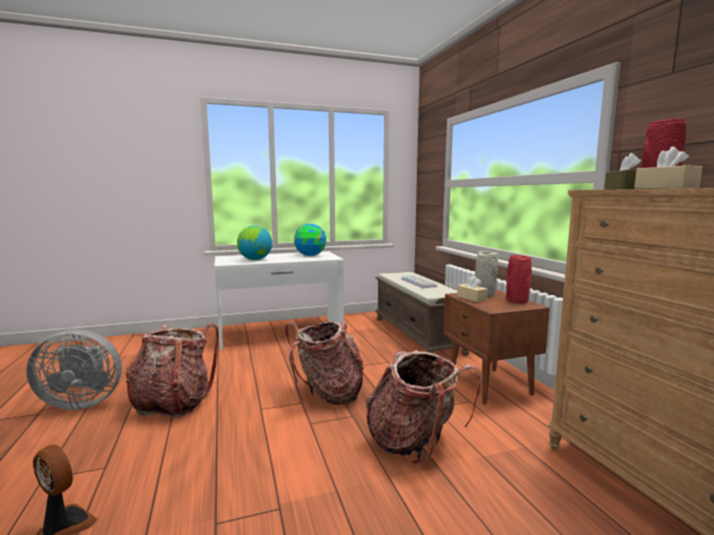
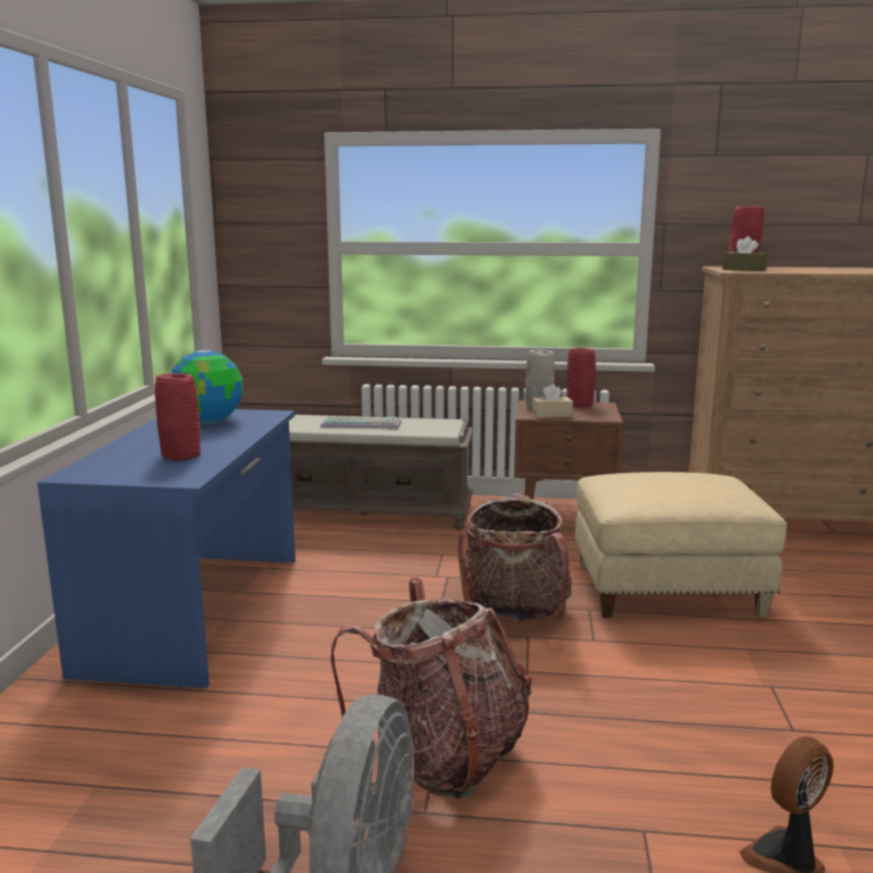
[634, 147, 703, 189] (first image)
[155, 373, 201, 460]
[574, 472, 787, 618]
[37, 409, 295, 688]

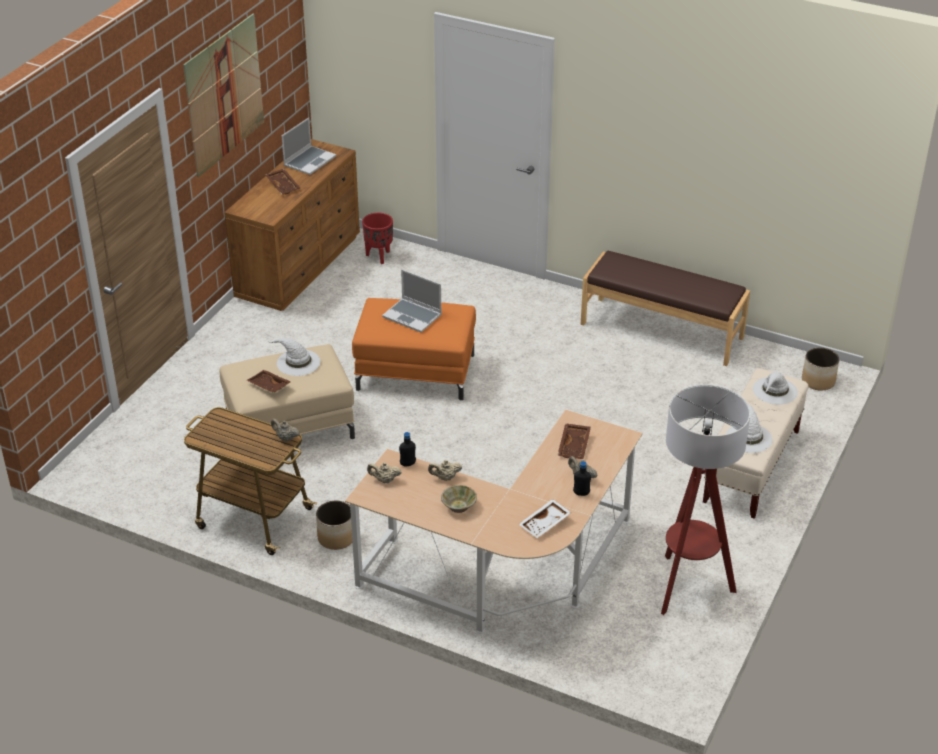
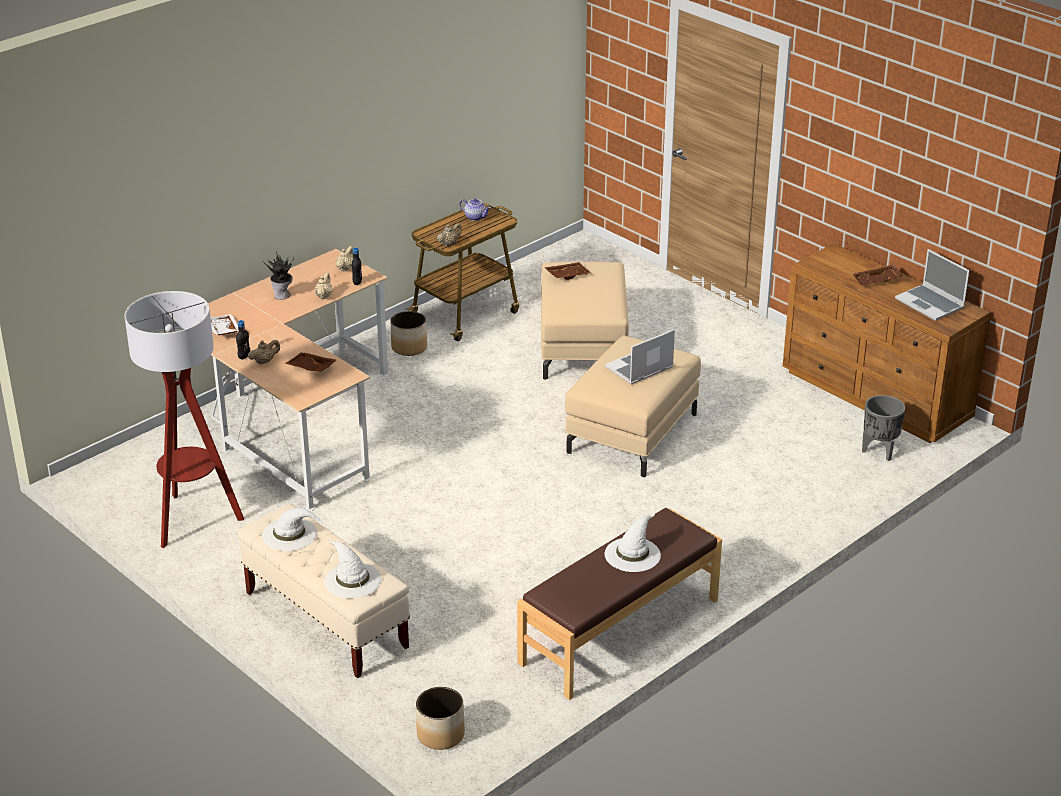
[183, 14, 264, 177] (first image)
[459, 199, 491, 221]
[605, 514, 661, 572]
[263, 251, 294, 300]
[564, 335, 701, 477]
[862, 395, 905, 461]

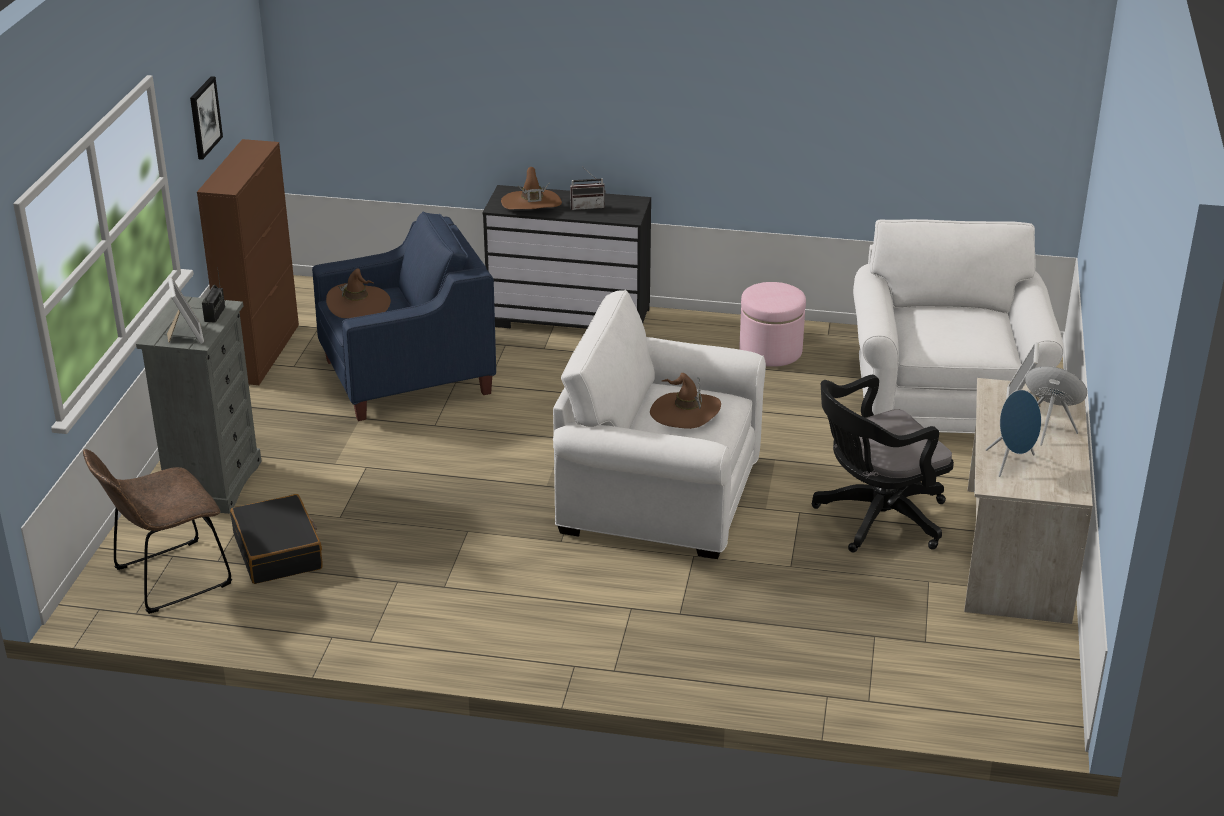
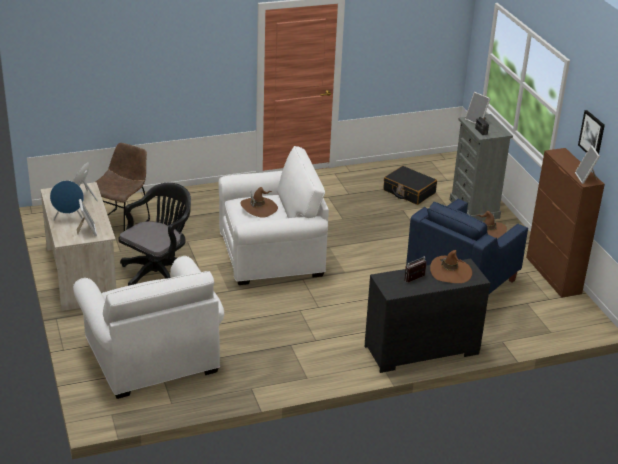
[739, 282, 806, 367] (first image)
[575, 145, 600, 184]
[95, 143, 150, 231]

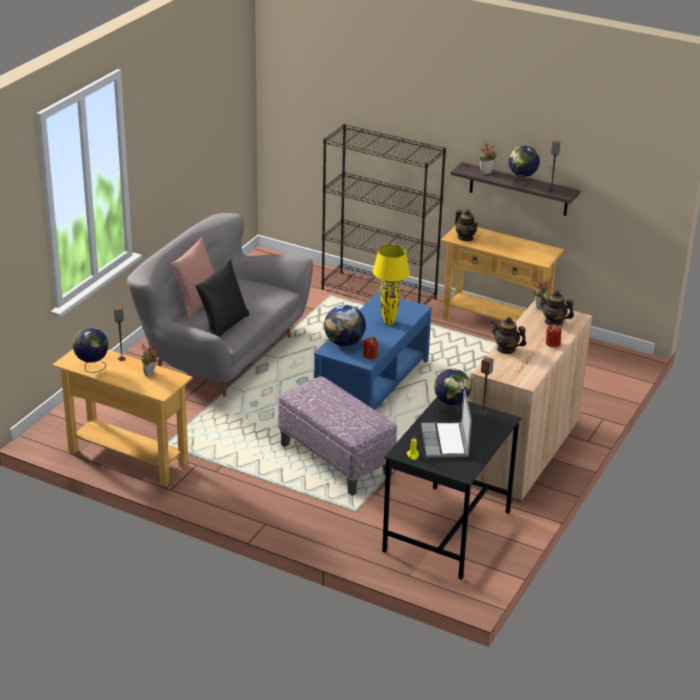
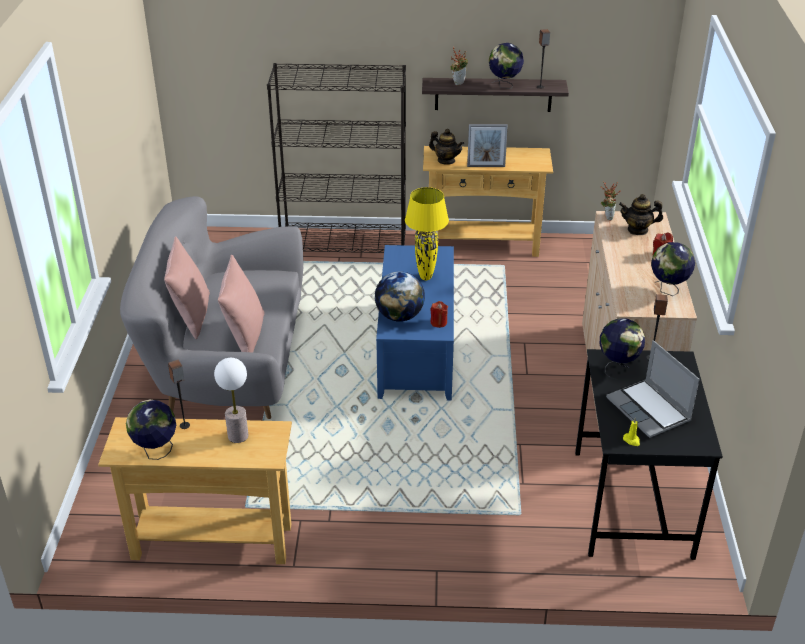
[278, 376, 397, 496] (first image)
[490, 317, 526, 354] (first image)
[467, 124, 508, 167]
[651, 242, 695, 296]
[214, 358, 248, 443]
[218, 255, 265, 353]

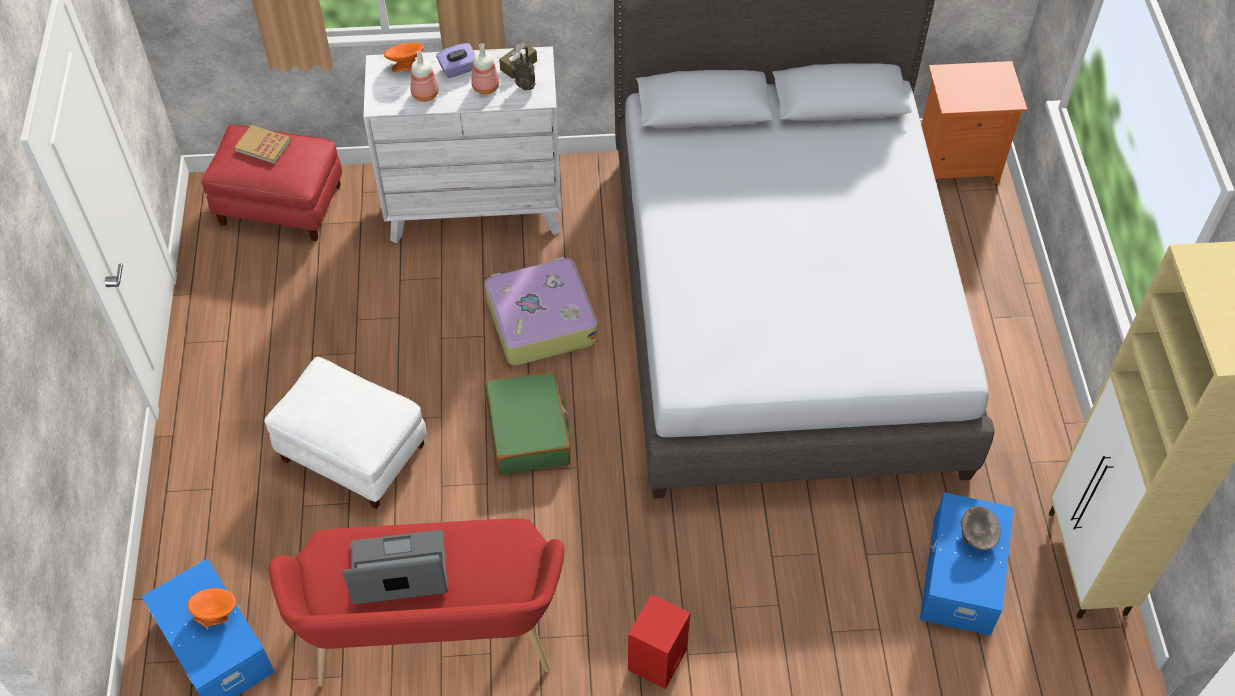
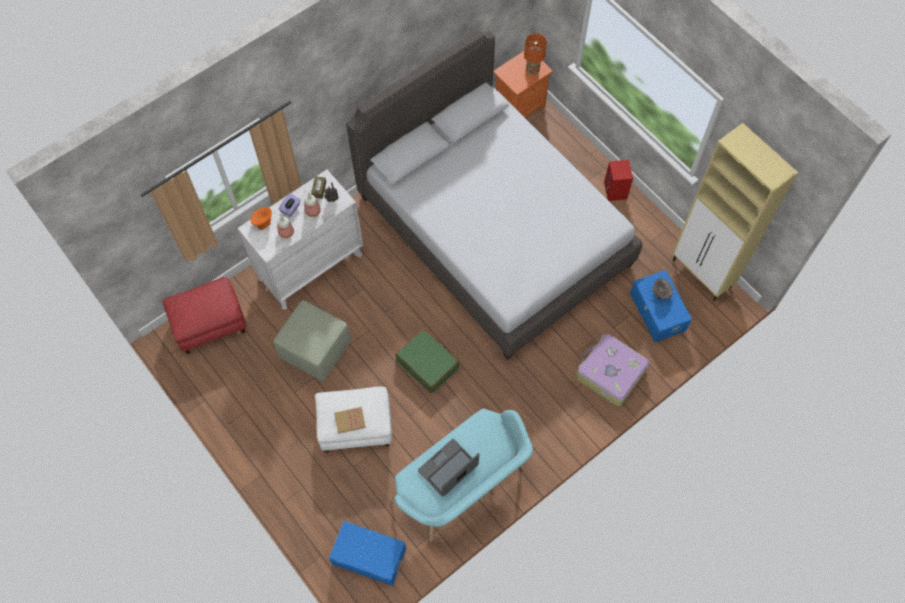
[188, 588, 236, 628] (first image)
[273, 300, 351, 382]
[524, 33, 547, 75]
[334, 407, 366, 434]
[577, 334, 650, 406]
[604, 159, 633, 201]
[391, 408, 533, 541]

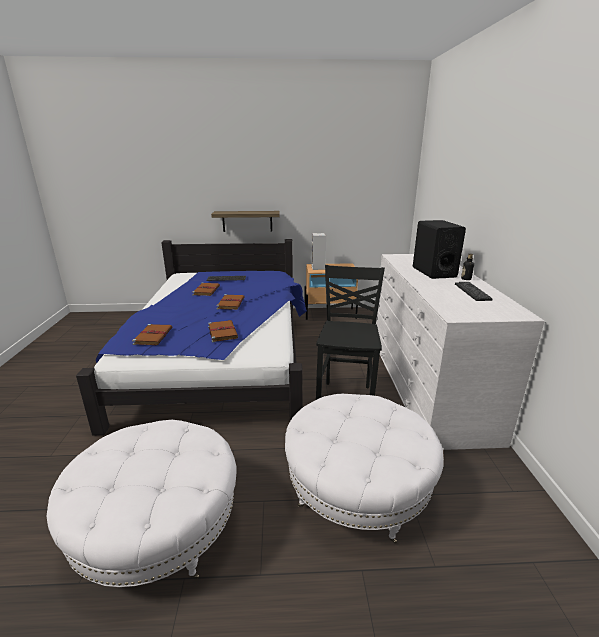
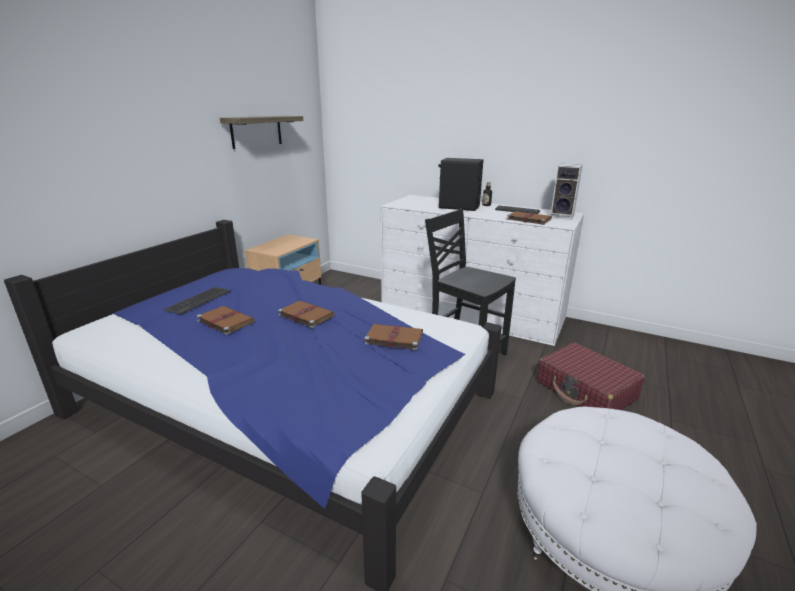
[507, 211, 552, 225]
[220, 116, 303, 149]
[550, 164, 583, 220]
[537, 342, 645, 410]

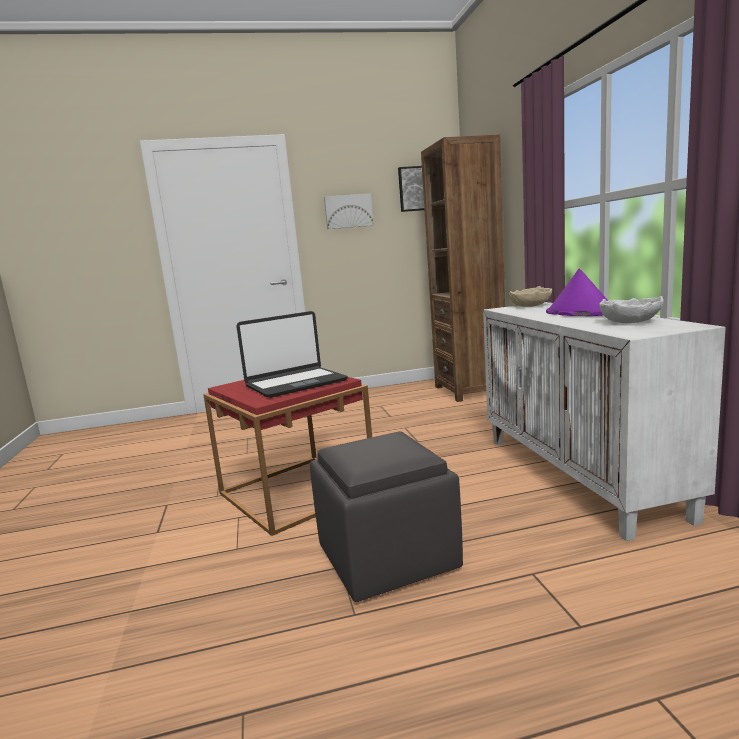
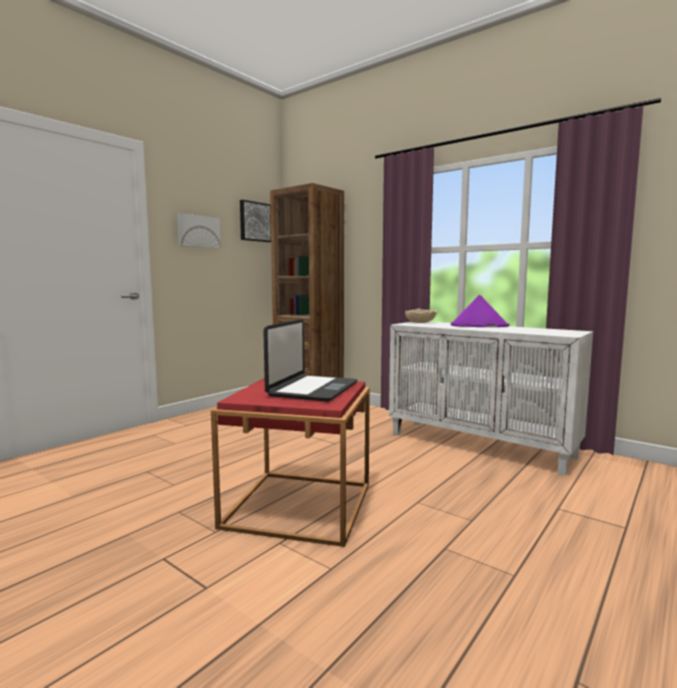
[310, 431, 463, 602] (first image)
[599, 296, 664, 323] (first image)

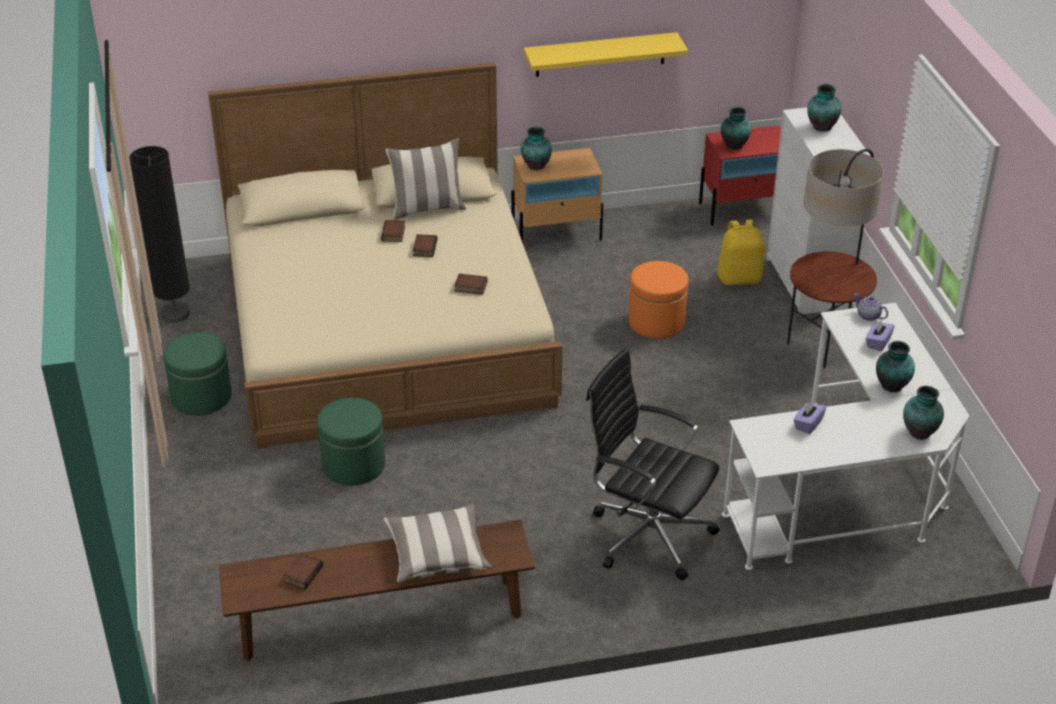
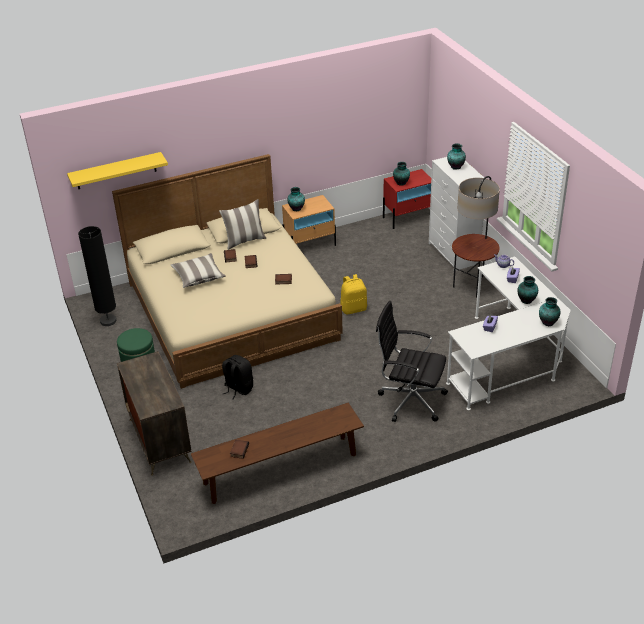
[629, 261, 689, 339] (first image)
[117, 351, 192, 476]
[171, 253, 226, 288]
[67, 152, 168, 189]
[340, 274, 367, 315]
[222, 355, 253, 400]

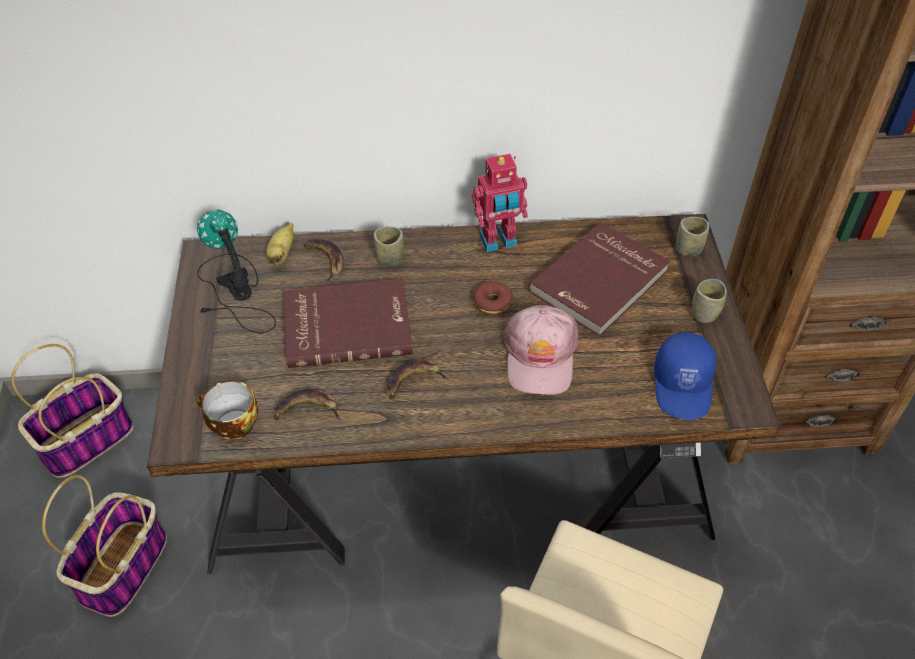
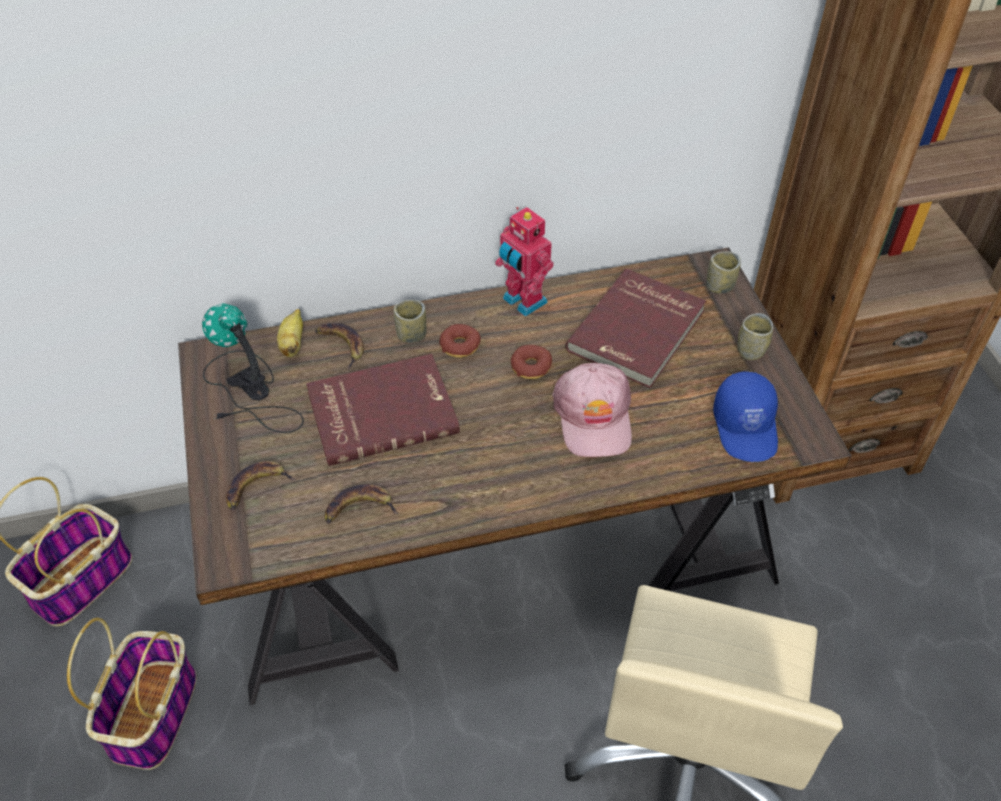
[196, 380, 258, 440] (first image)
[440, 324, 481, 358]
[226, 461, 296, 510]
[495, 207, 554, 317]

